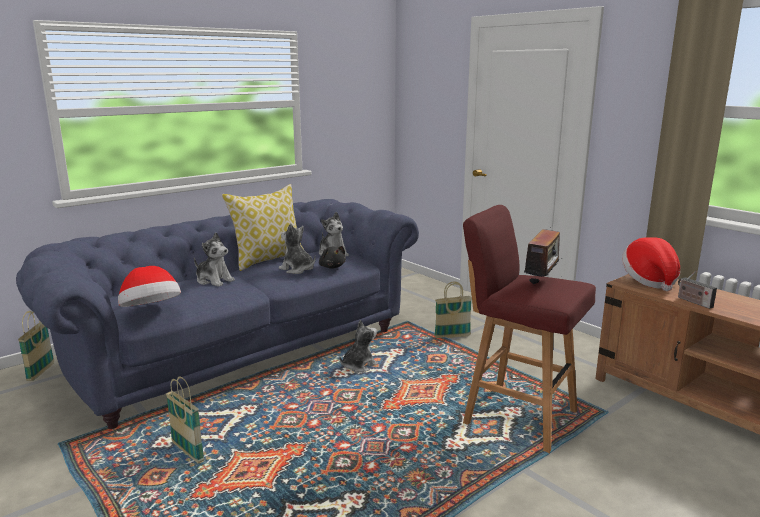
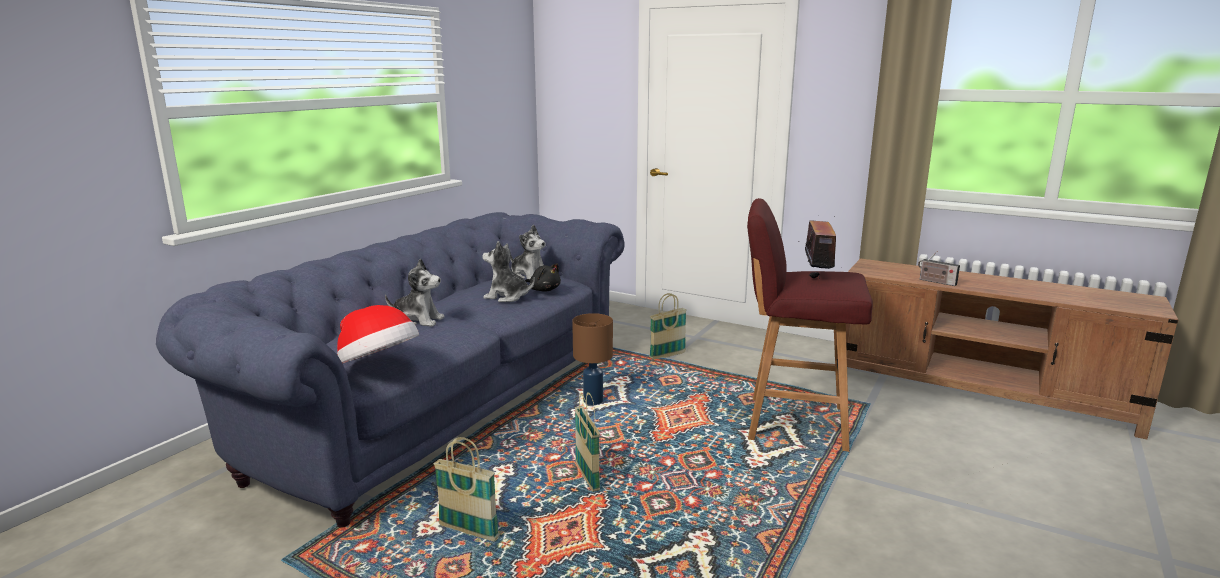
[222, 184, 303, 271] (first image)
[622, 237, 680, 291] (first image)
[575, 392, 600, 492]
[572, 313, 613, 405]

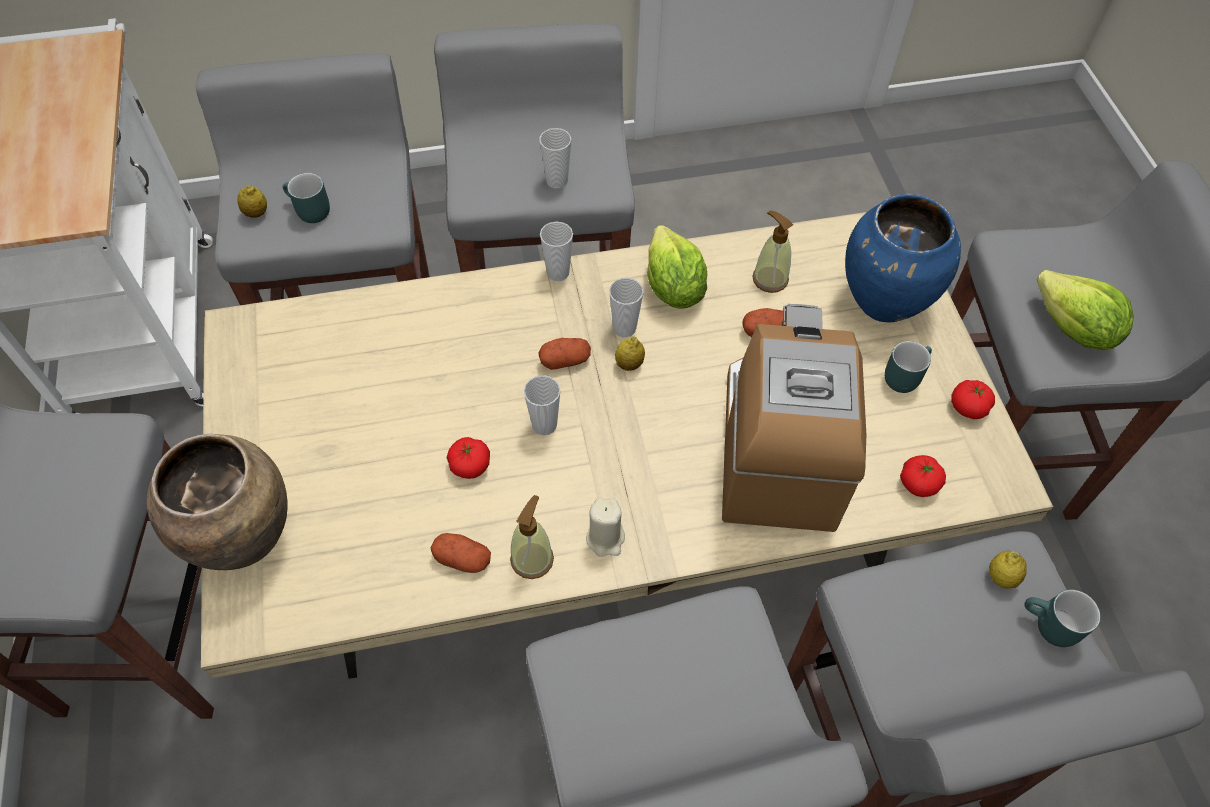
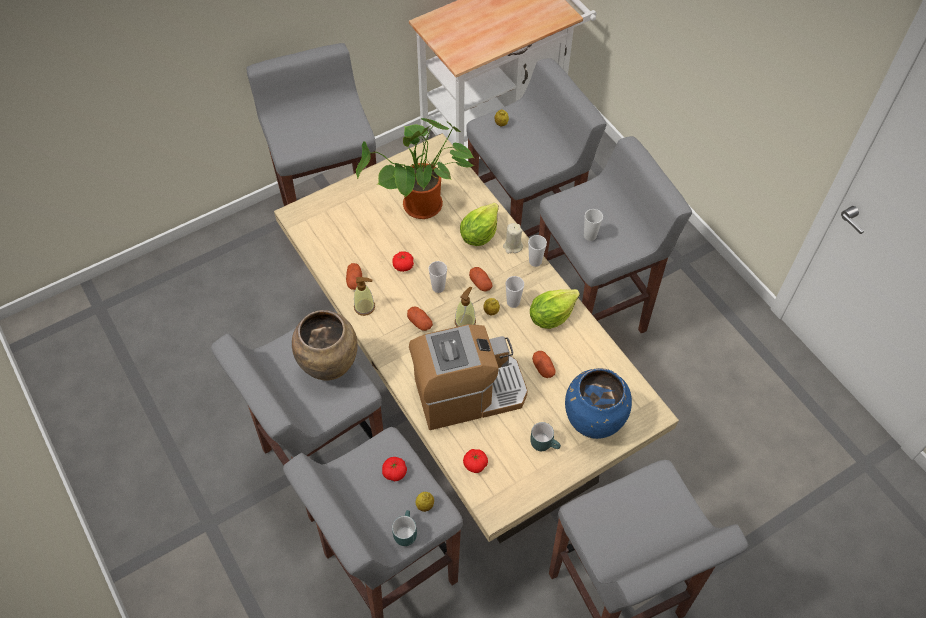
[283, 173, 330, 223] (first image)
[356, 118, 474, 219]
[407, 306, 433, 331]
[292, 310, 358, 381]
[503, 223, 523, 254]
[455, 287, 476, 327]
[382, 457, 407, 481]
[460, 203, 499, 246]

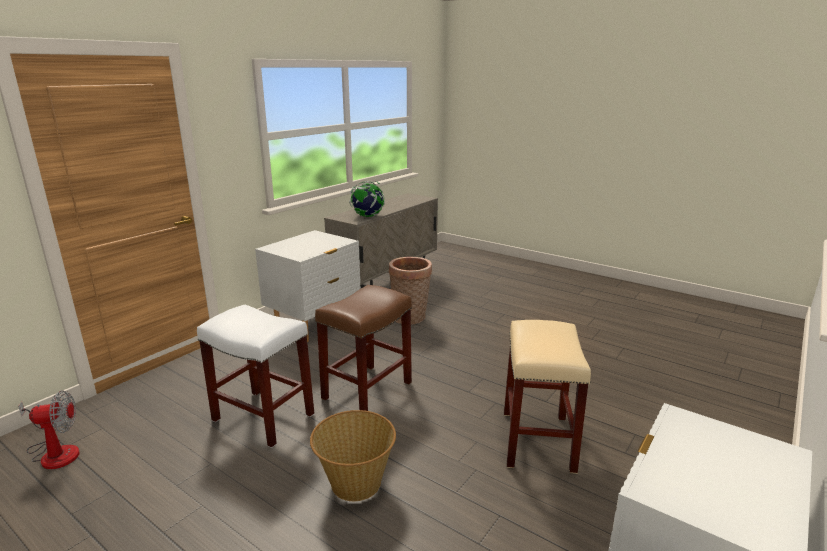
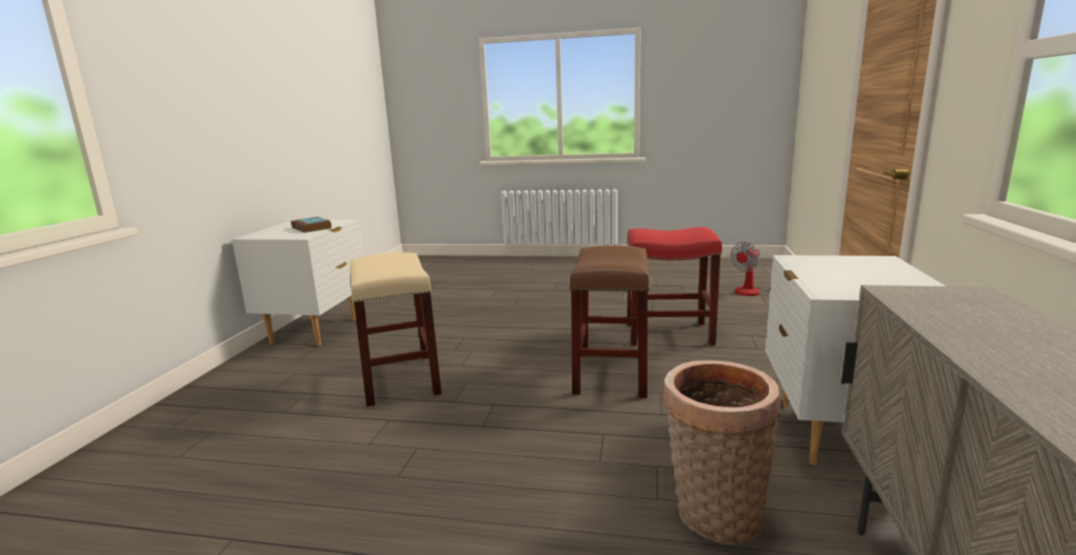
[310, 410, 396, 501] (first image)
[349, 181, 385, 217] (first image)
[291, 217, 331, 233]
[627, 227, 722, 346]

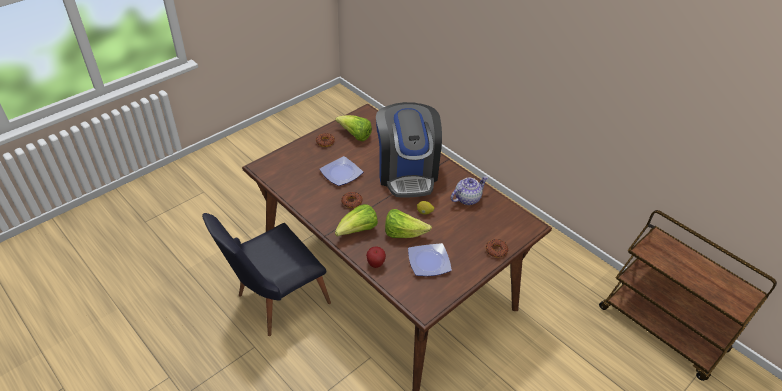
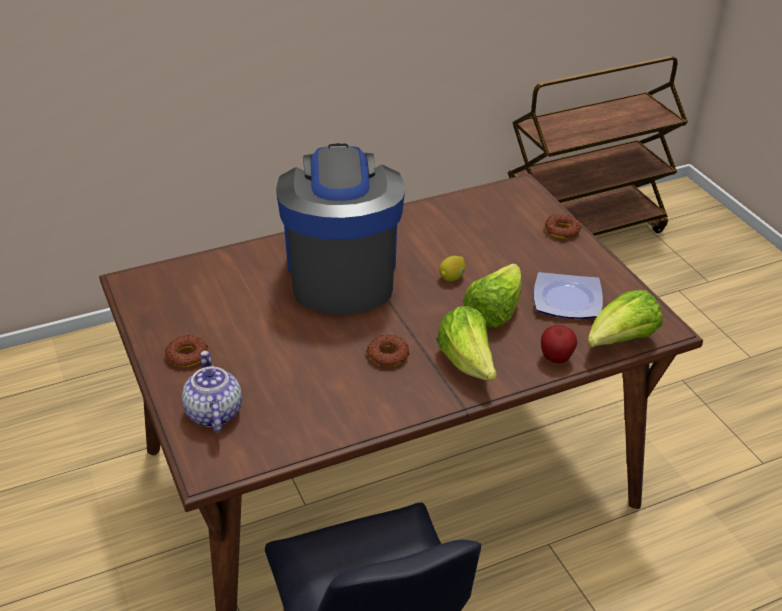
[319, 156, 363, 186] (first image)
[588, 290, 662, 347]
[182, 351, 242, 433]
[276, 143, 405, 315]

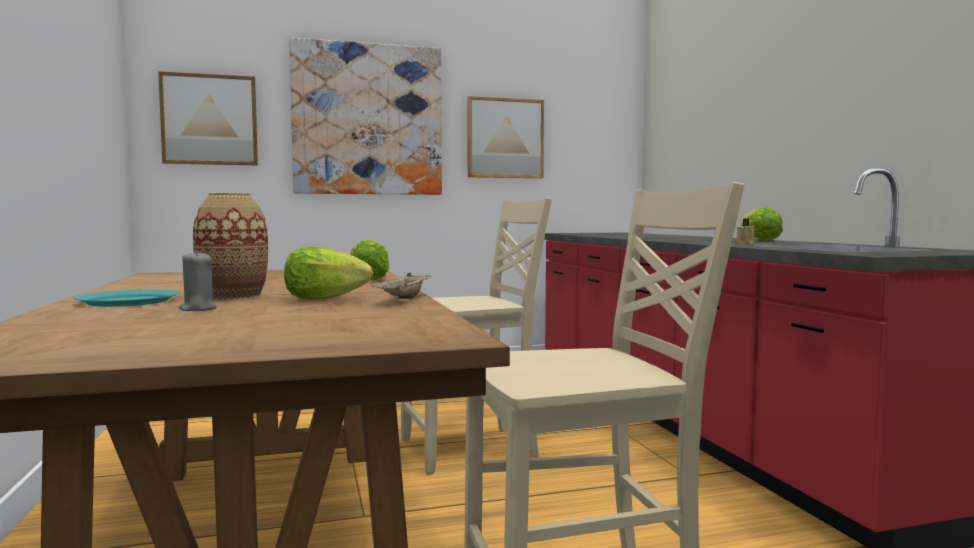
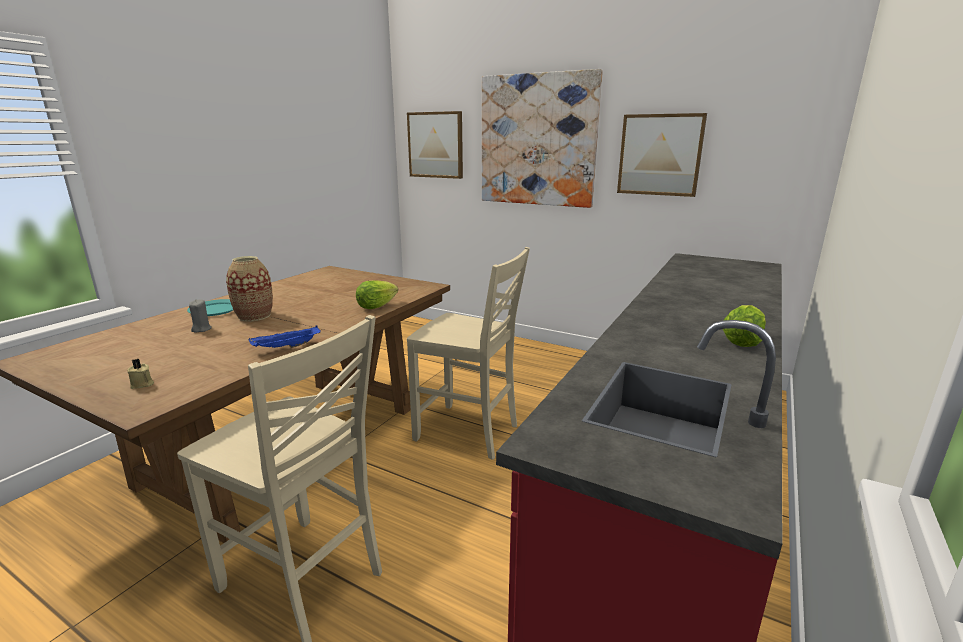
[284, 247, 373, 300] (first image)
[127, 359, 154, 389]
[249, 325, 321, 348]

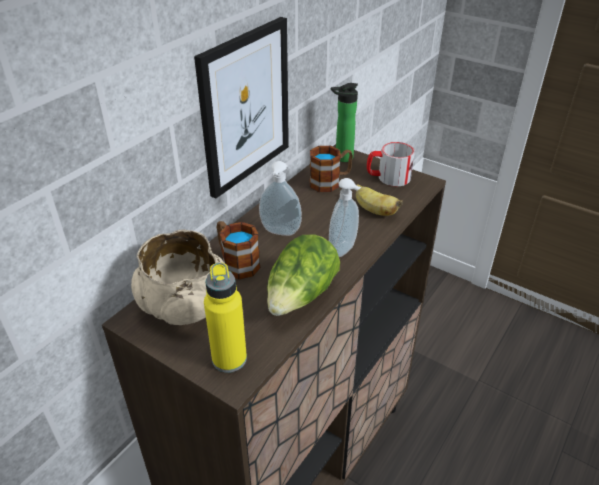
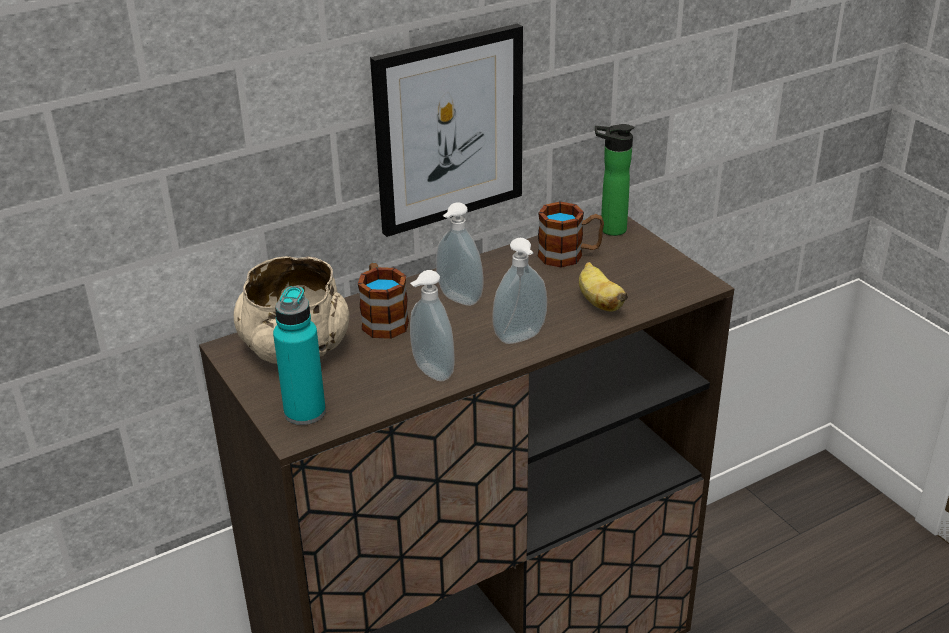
[367, 142, 415, 186] (first image)
[410, 270, 455, 381]
[273, 286, 326, 425]

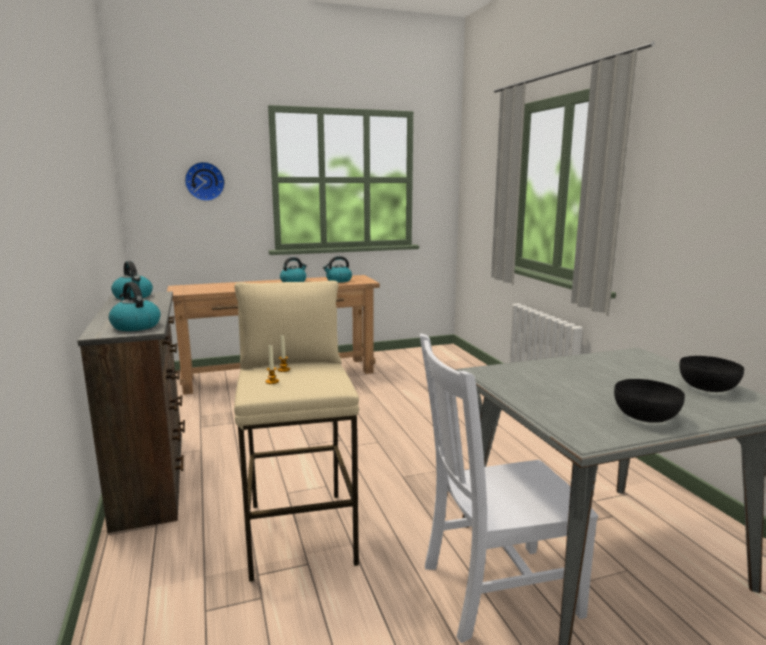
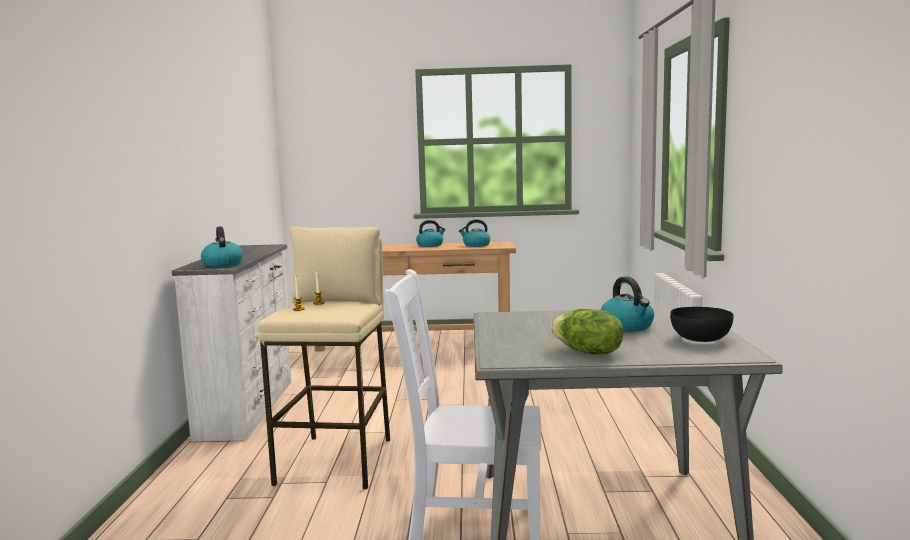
[185, 162, 225, 201] (first image)
[600, 276, 654, 332]
[551, 309, 623, 354]
[172, 244, 291, 441]

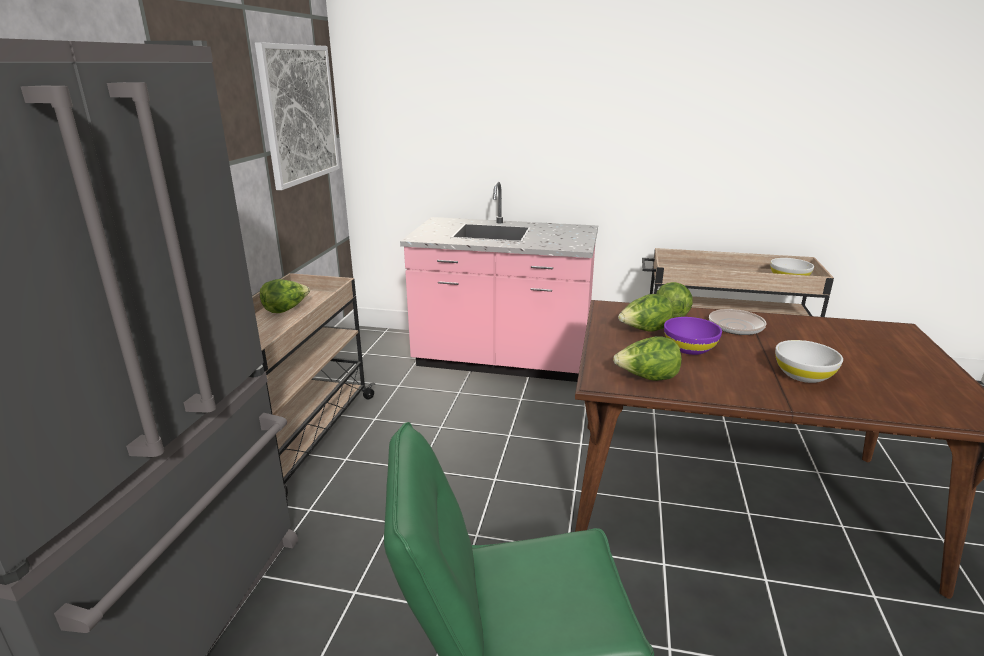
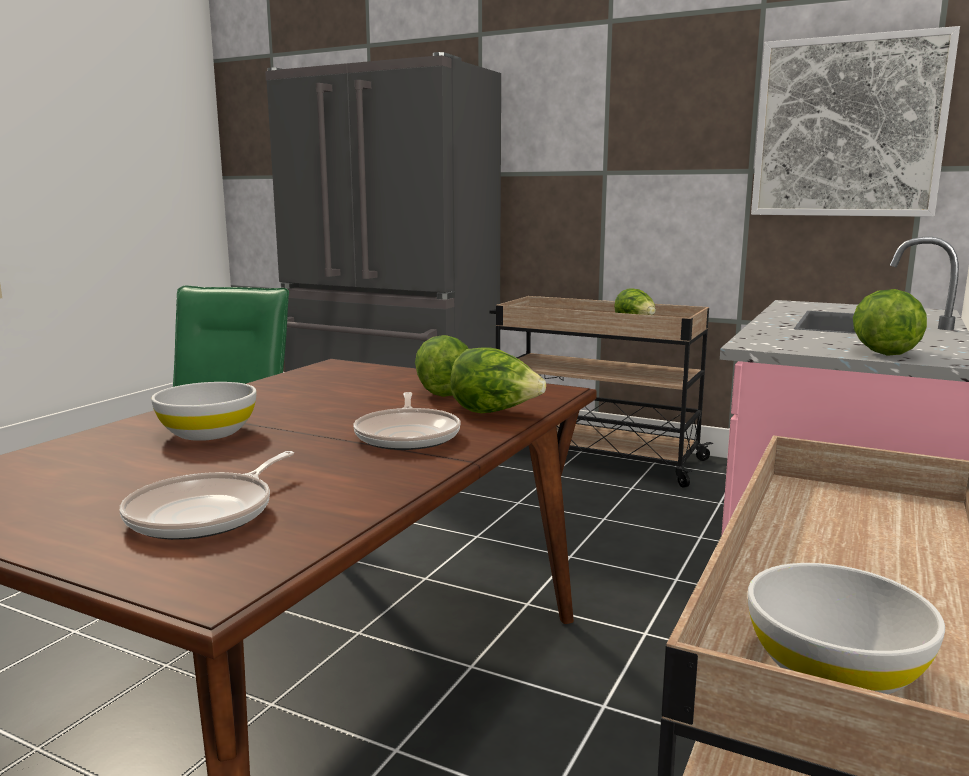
[664, 317, 722, 355] (first image)
[120, 451, 294, 540]
[853, 289, 927, 356]

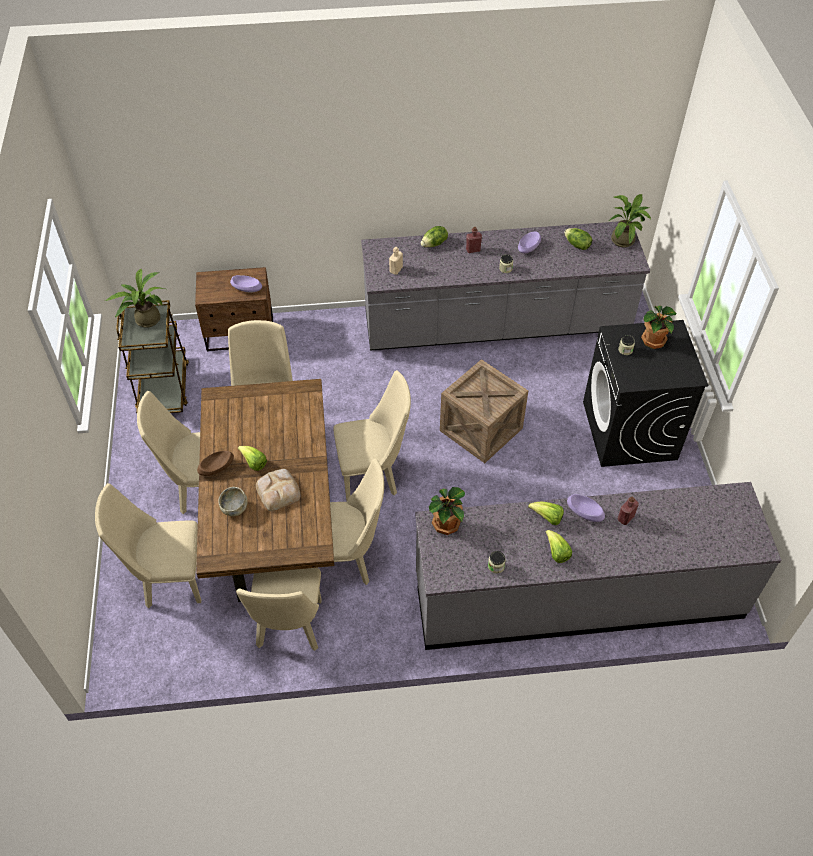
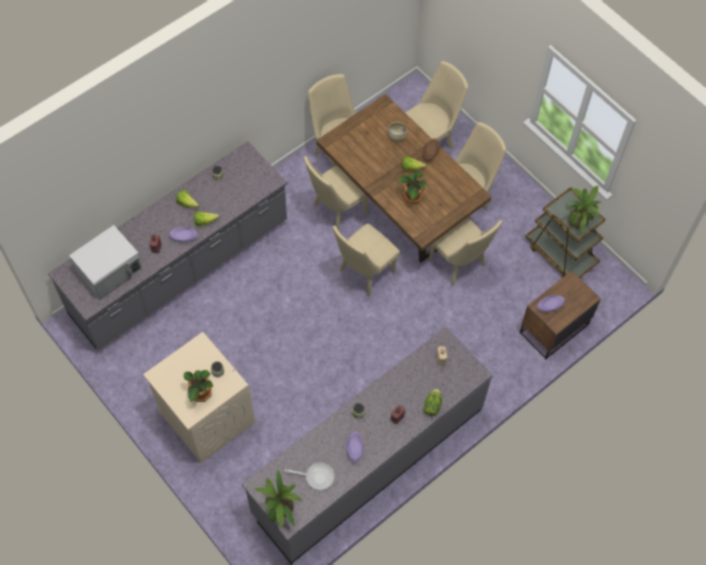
[256, 469, 301, 511] (first image)
[440, 359, 528, 463] (first image)
[69, 225, 143, 300]
[399, 172, 427, 204]
[285, 462, 335, 490]
[143, 332, 255, 463]

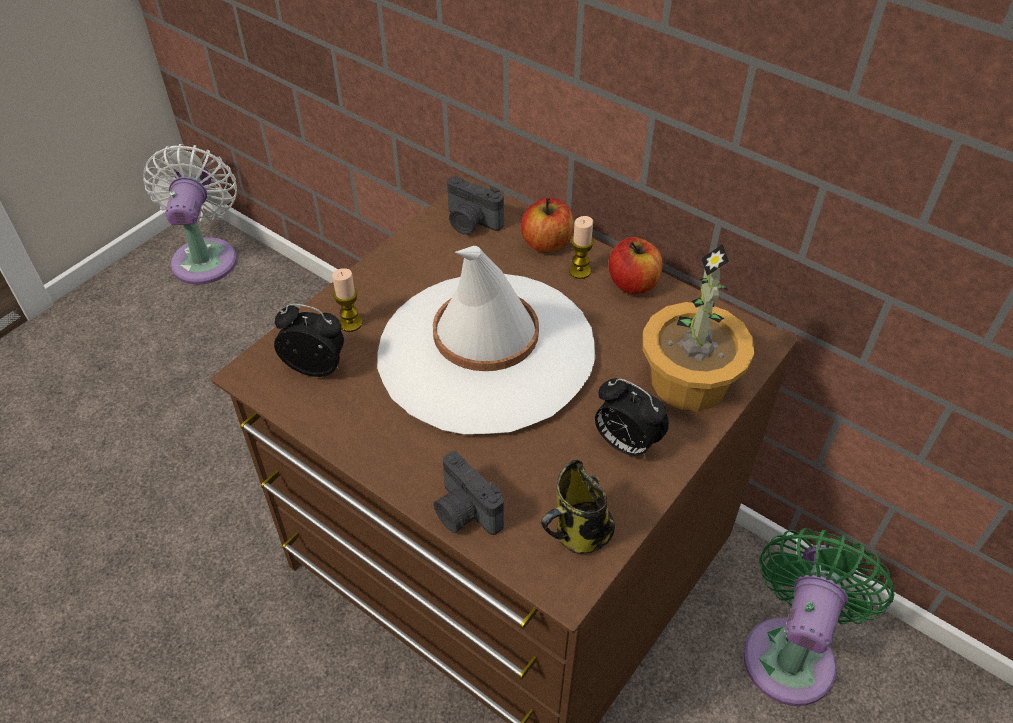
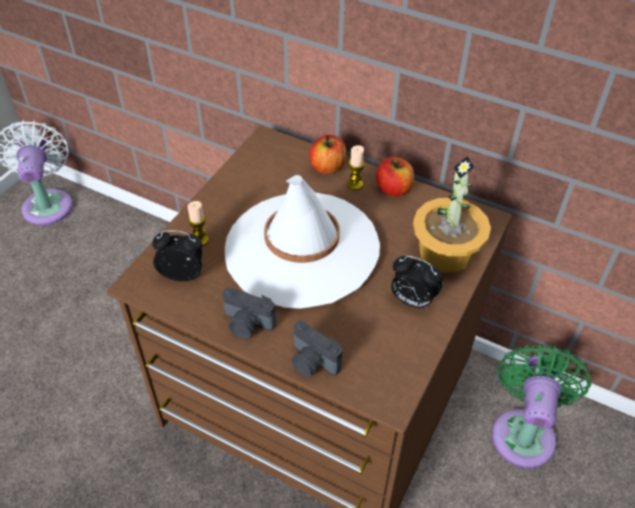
[540, 459, 615, 554] (first image)
[222, 287, 276, 339]

